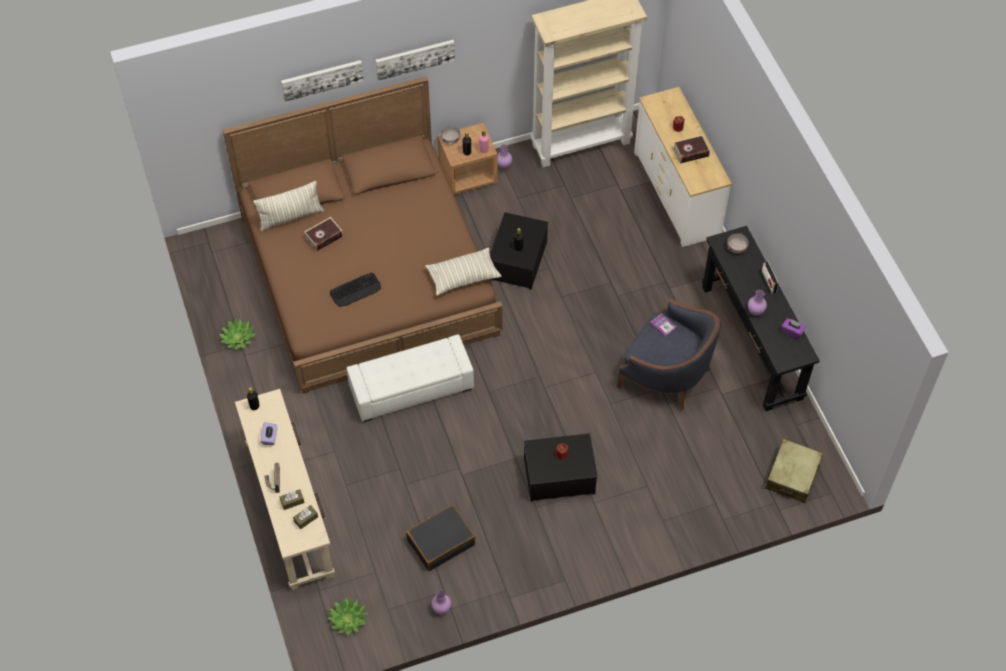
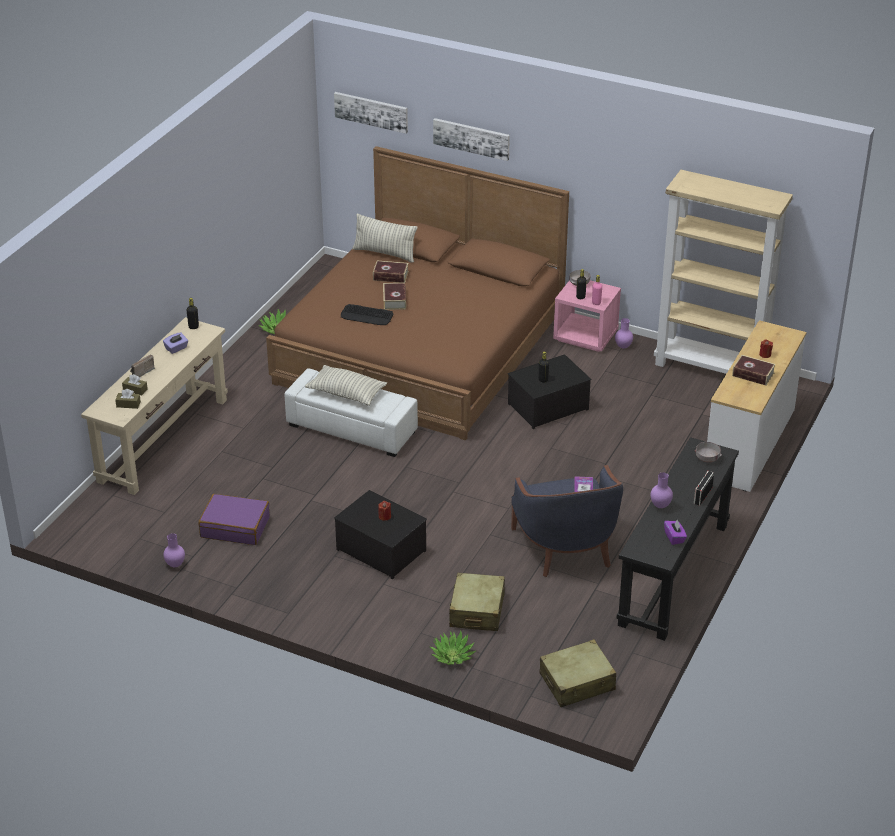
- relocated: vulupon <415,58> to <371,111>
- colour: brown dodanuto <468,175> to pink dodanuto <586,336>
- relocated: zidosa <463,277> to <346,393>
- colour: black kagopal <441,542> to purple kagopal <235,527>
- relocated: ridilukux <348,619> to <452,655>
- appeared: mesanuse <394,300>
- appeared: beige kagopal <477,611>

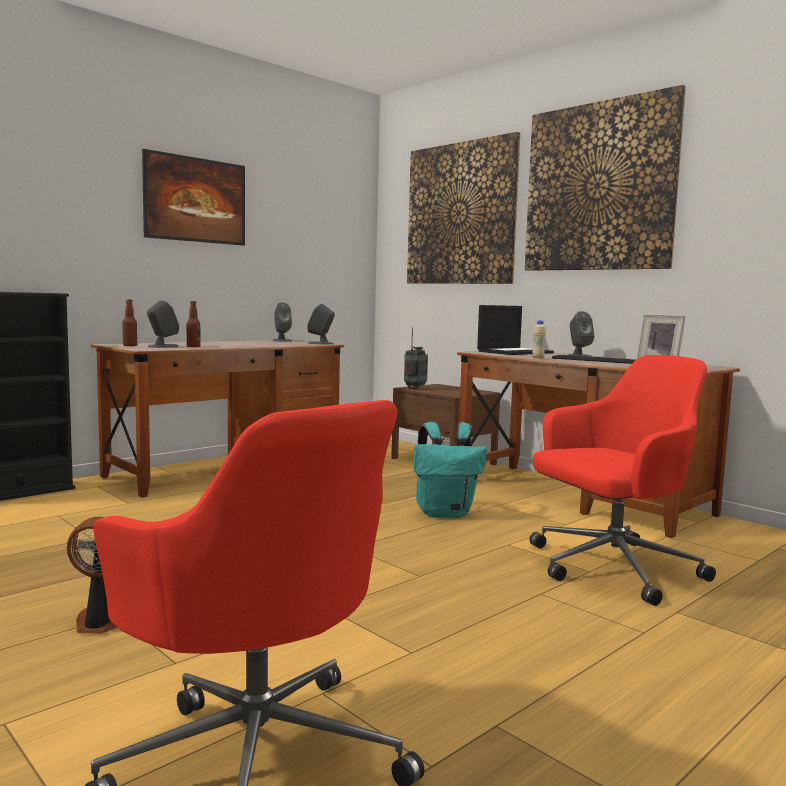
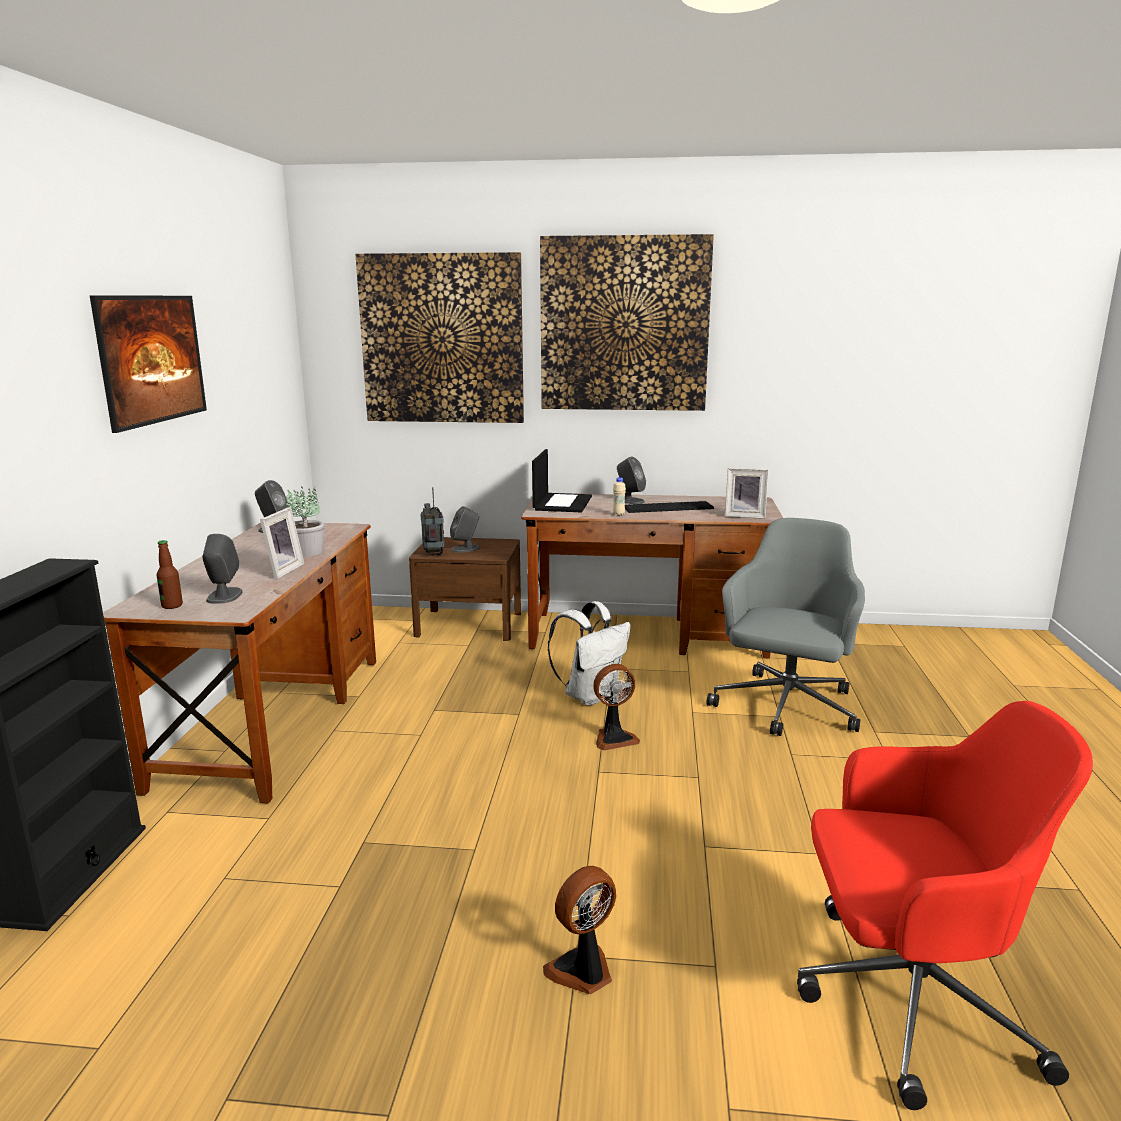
- missing: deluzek <193,346>
- relocated: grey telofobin <320,343> to <465,549>
- colour: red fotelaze <610,568> to grey fotelaze <785,707>
- colour: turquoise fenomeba <445,513> to white fenomeba <590,695>
- appeared: ridilukux <308,551>
- appeared: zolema <281,571>
- appeared: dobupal <614,738>

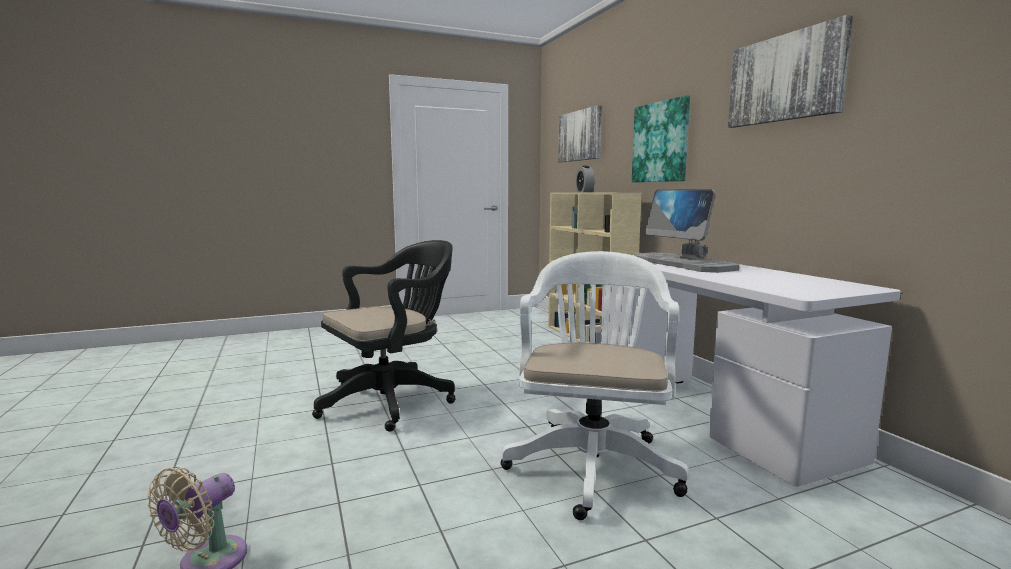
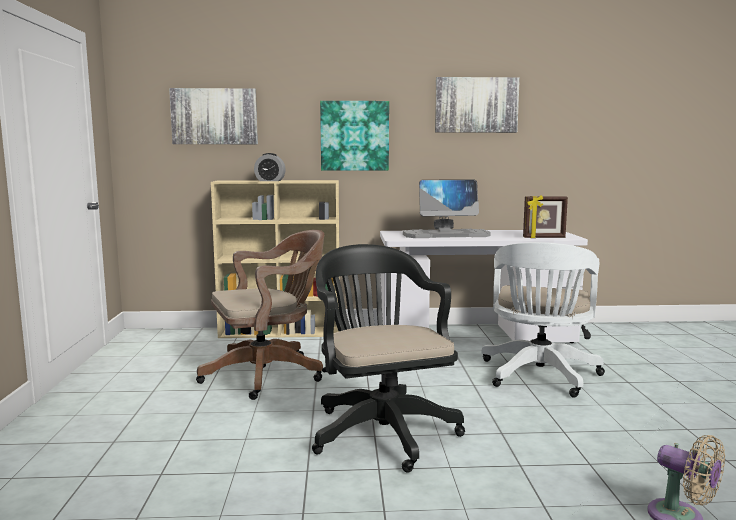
- spun: white fotelaze <593,462> = <539,376> 105 degrees counterclockwise
- appeared: zolema <544,237>
- appeared: brown fotelaze <269,374>

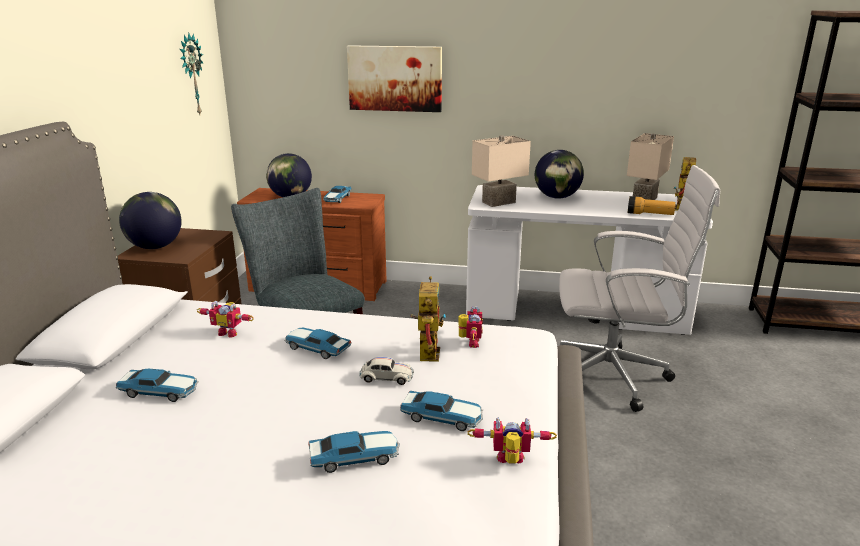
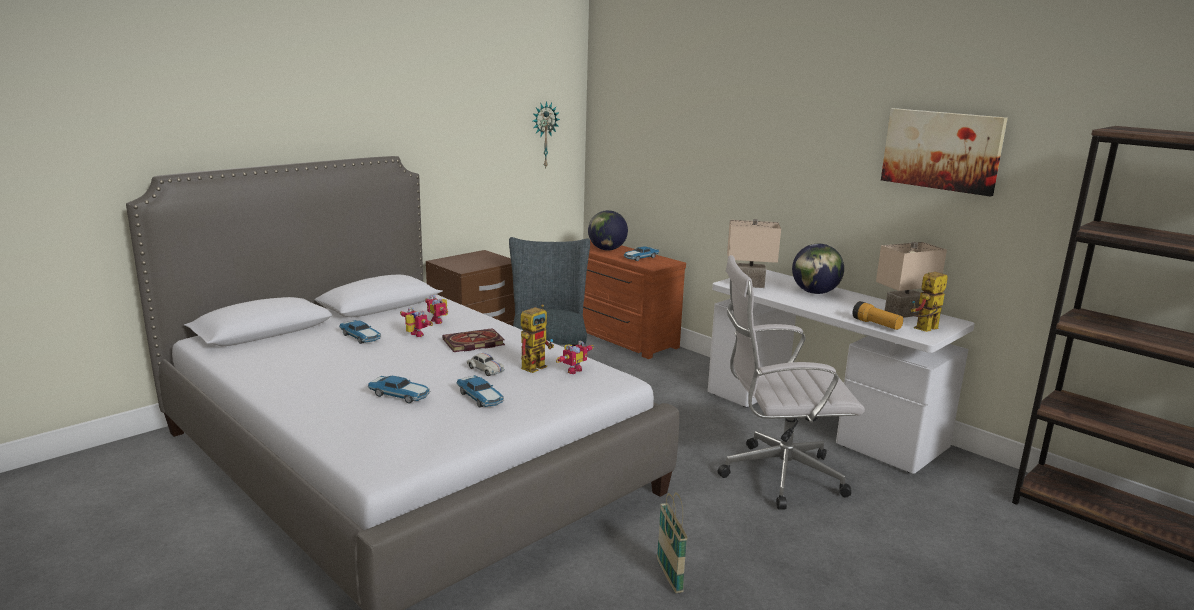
- relocated: vulupon <395,78> to <941,150>
- spun: white fotelaze <615,377> = <776,476> 135 degrees clockwise
- missing: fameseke <155,247>
- exchanged: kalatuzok <316,348> to mesanuse <472,343>
- relocated: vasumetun <510,462> to <414,335>
- appeared: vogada <669,576>

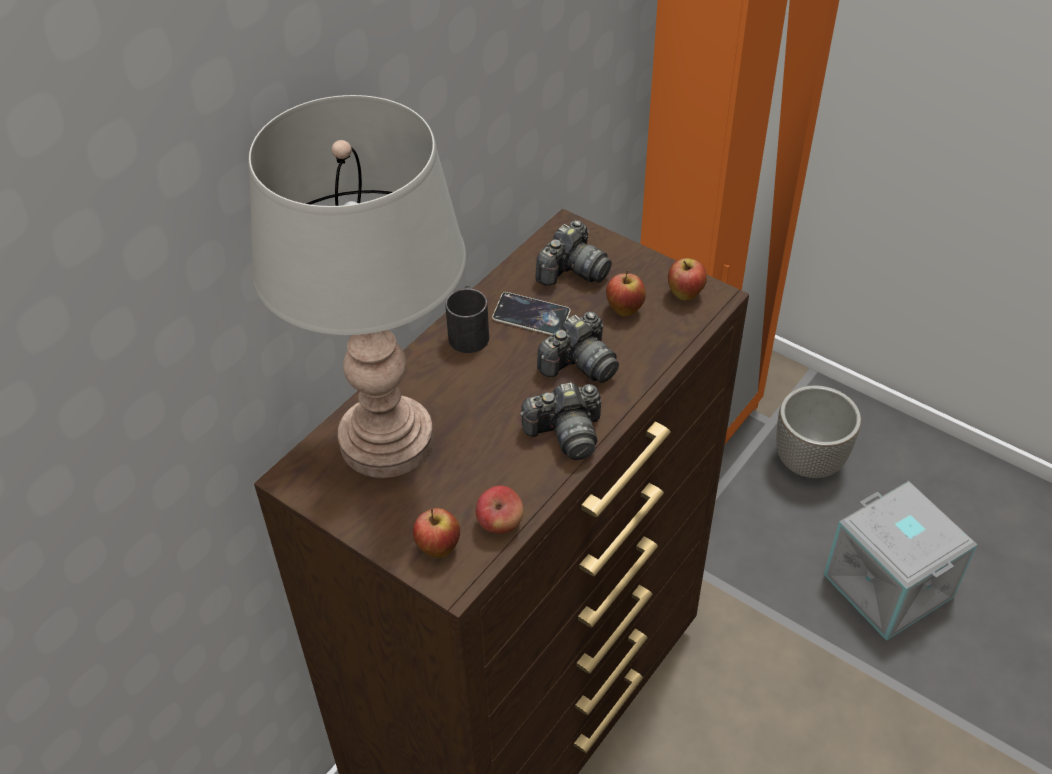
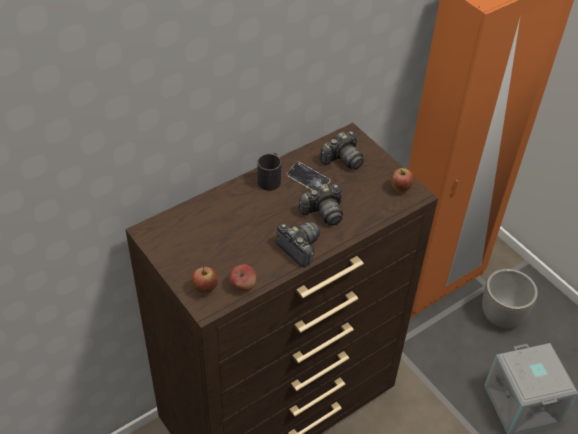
- missing: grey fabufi <387,441>
- missing: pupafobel <624,310>
- spun: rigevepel <566,434> = <299,248> 135 degrees counterclockwise

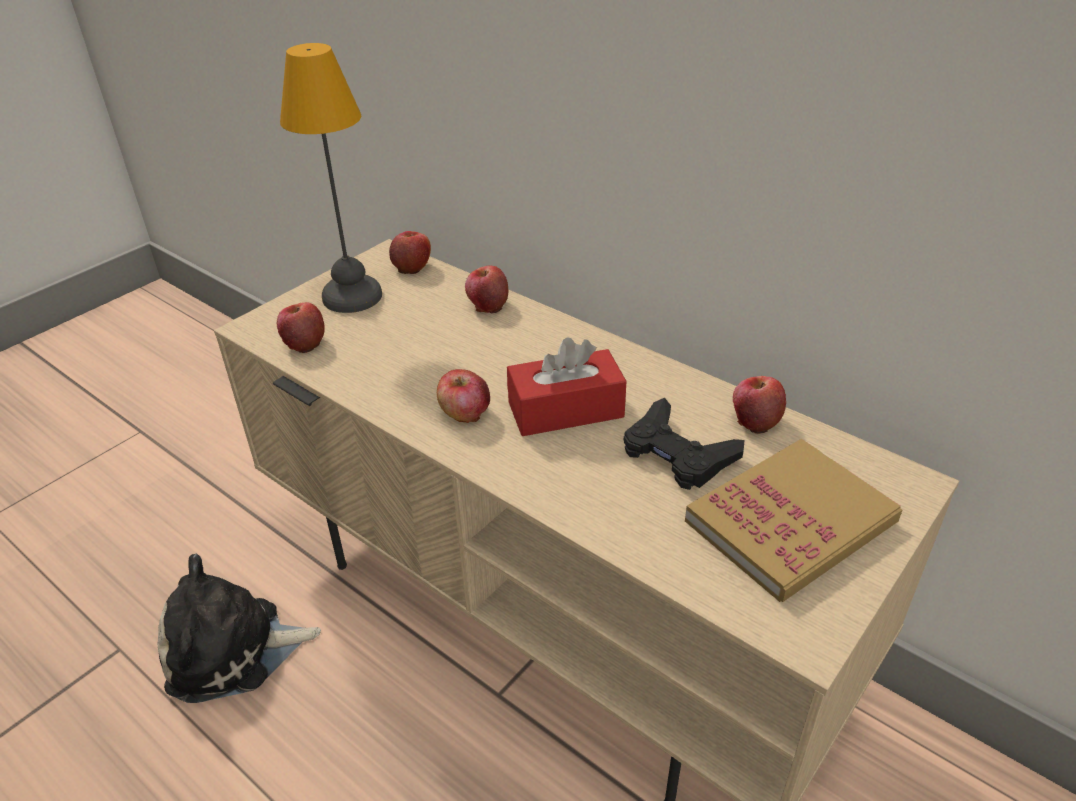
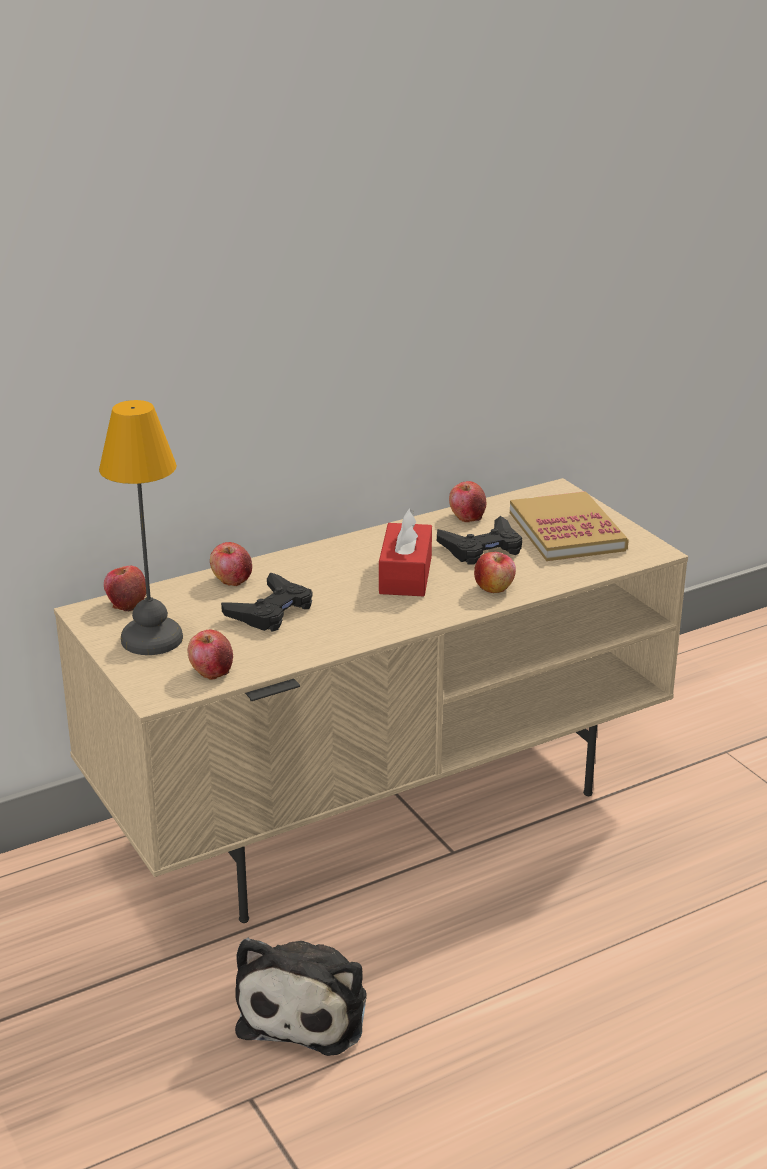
- relocated: pupafobel <464,413> to <494,587>
- appeared: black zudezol <271,611>

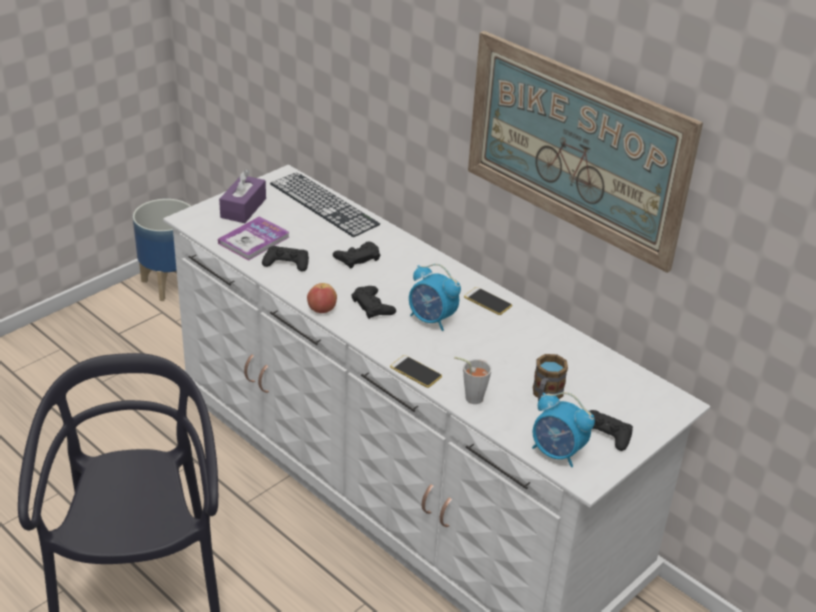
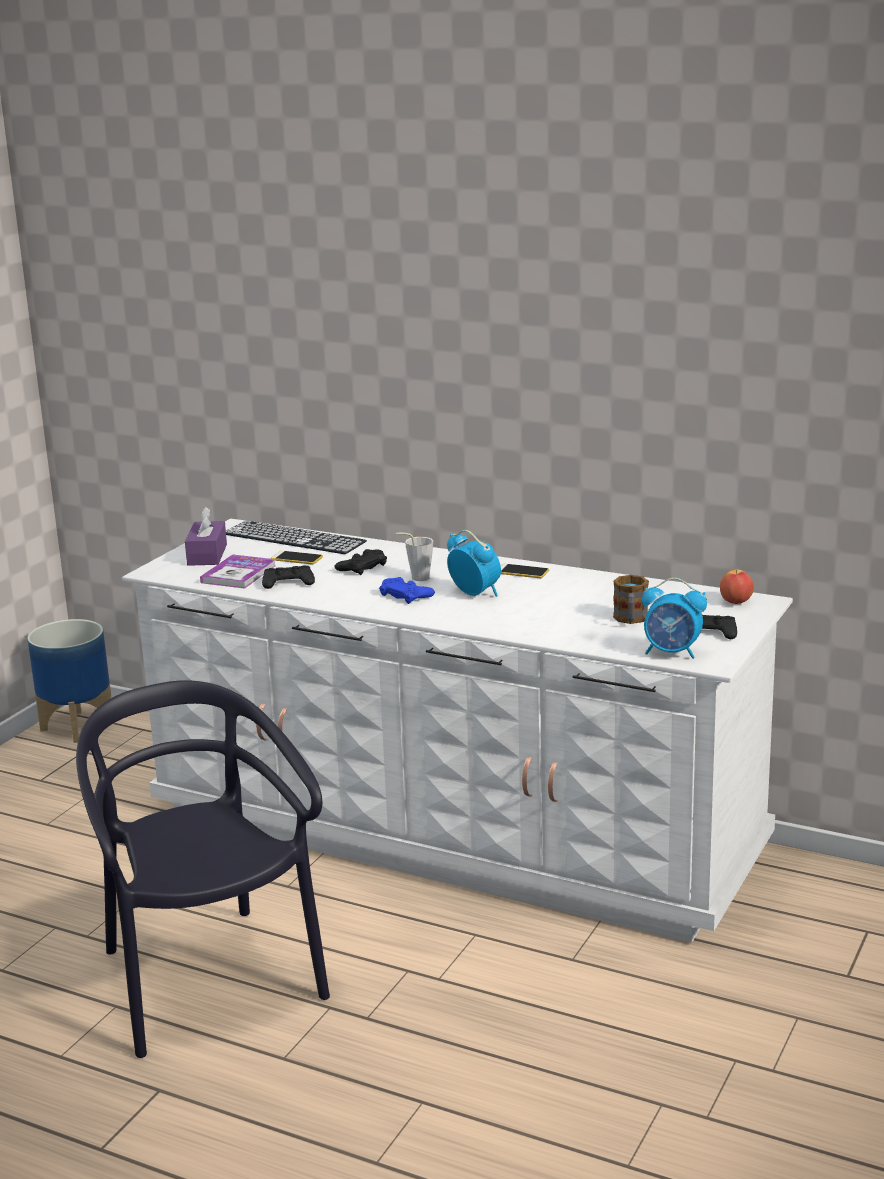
- missing: vulupon <575,148>
- spun: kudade <431,320> = <475,593> 150 degrees counterclockwise
- relocated: pupafobel <322,310> to <735,602>
- colour: black zudezol <373,306> to blue zudezol <406,595>
- relocated: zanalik <415,372> to <296,558>
- relocated: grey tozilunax <470,397> to <416,578>

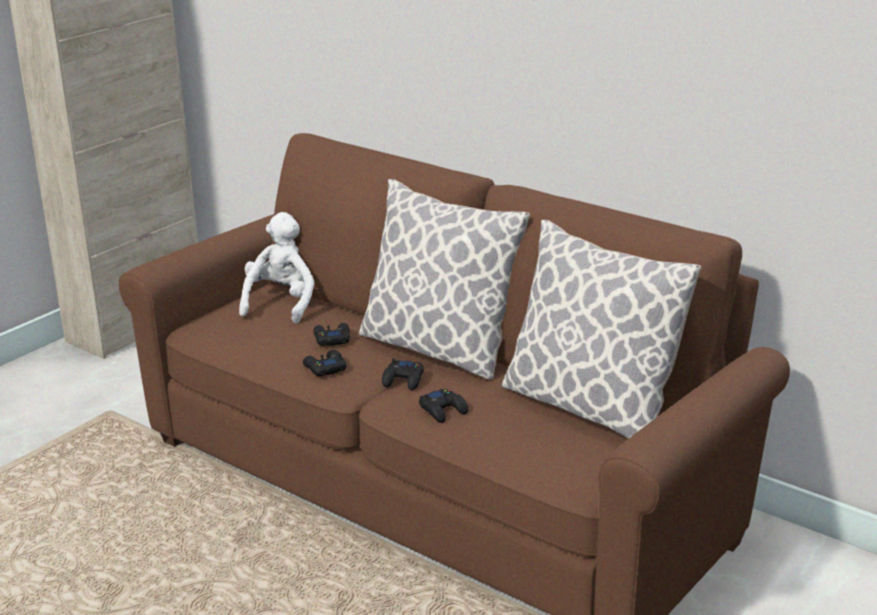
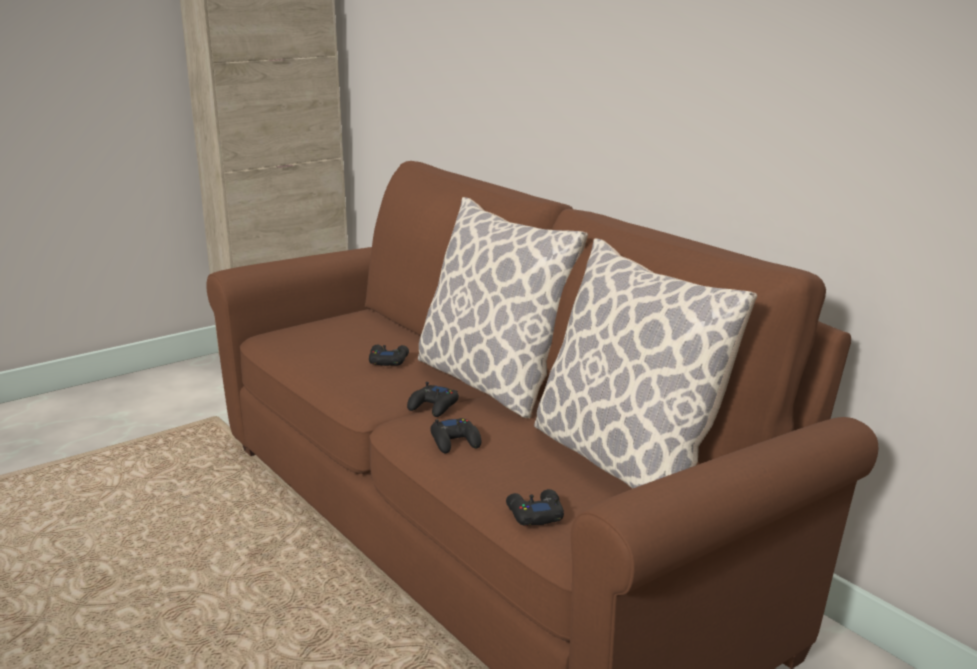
- missing: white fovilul <281,303>
- relocated: black zudezol <324,368> to <534,514>

